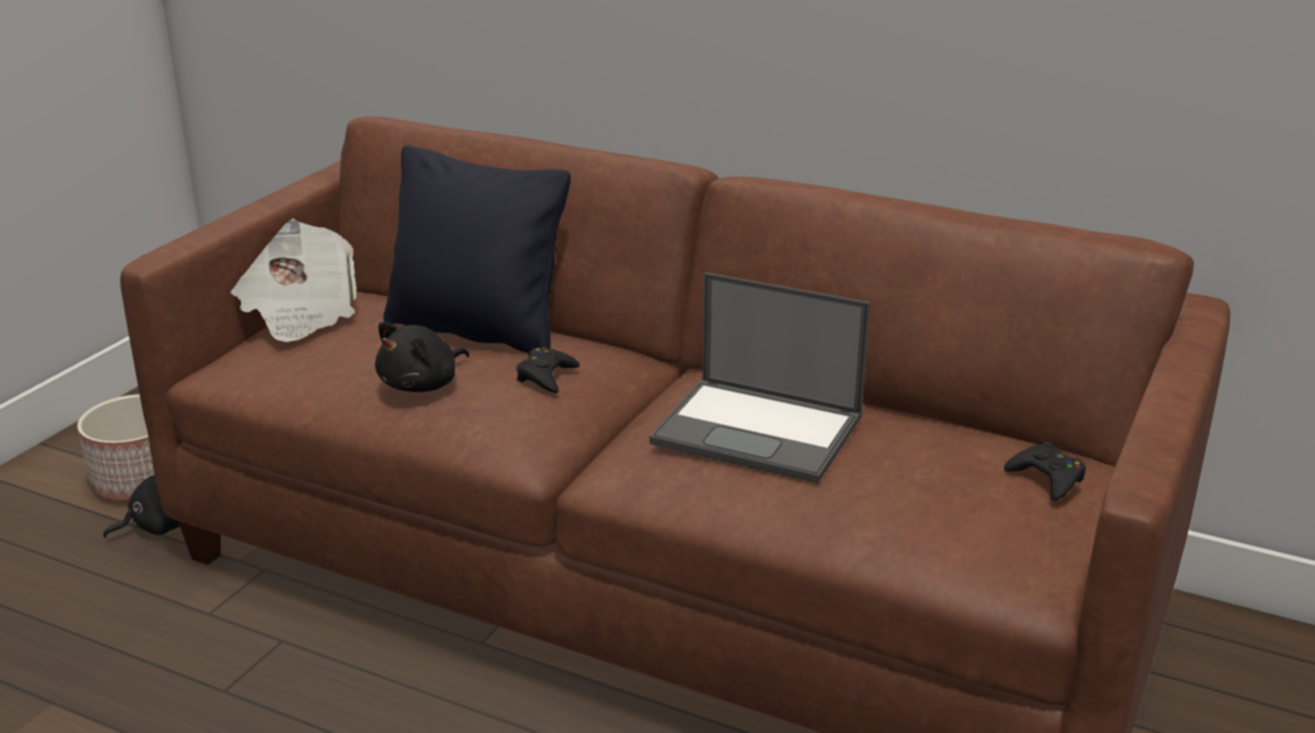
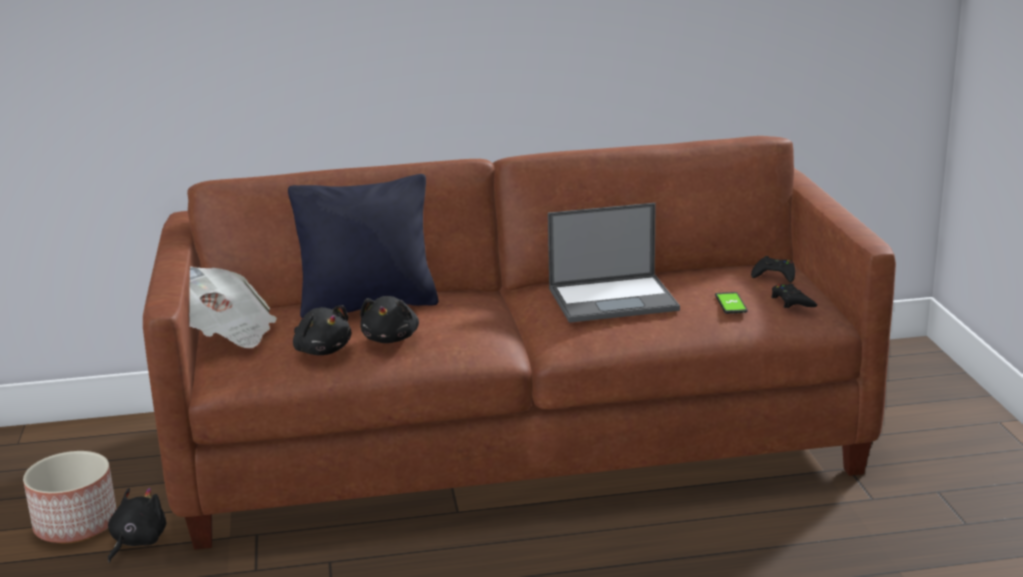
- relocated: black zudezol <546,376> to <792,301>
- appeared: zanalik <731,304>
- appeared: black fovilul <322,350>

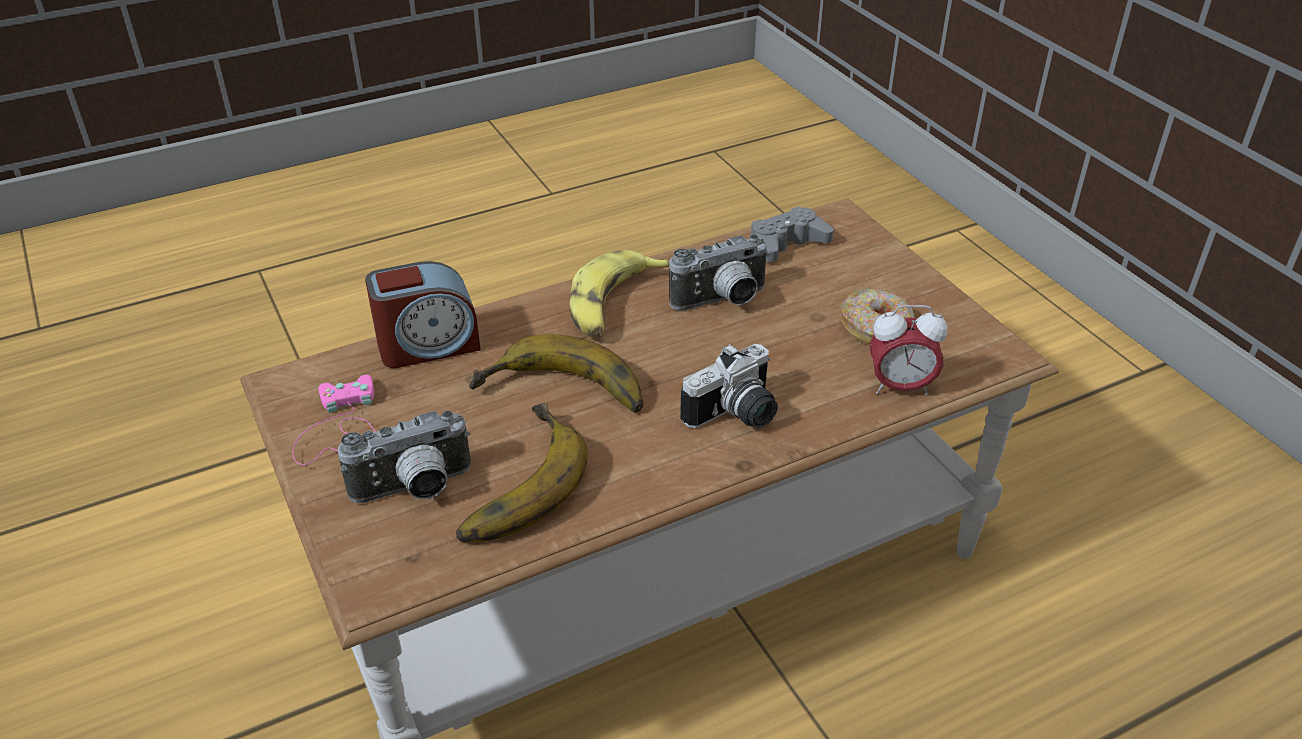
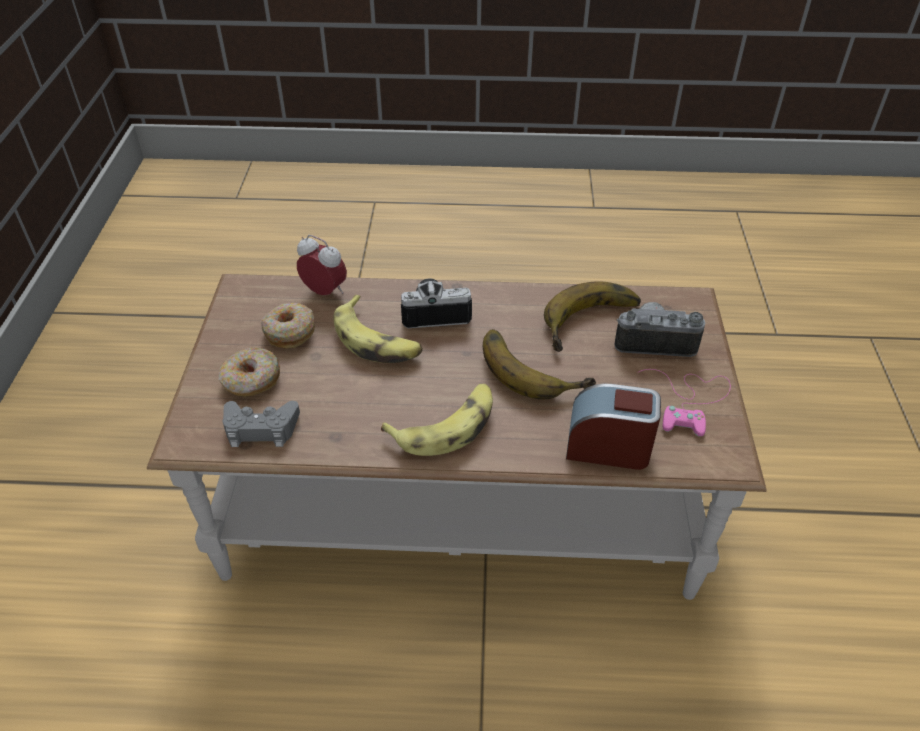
- missing: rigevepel <723,302>
- appeared: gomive <377,340>
- appeared: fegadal <251,380>

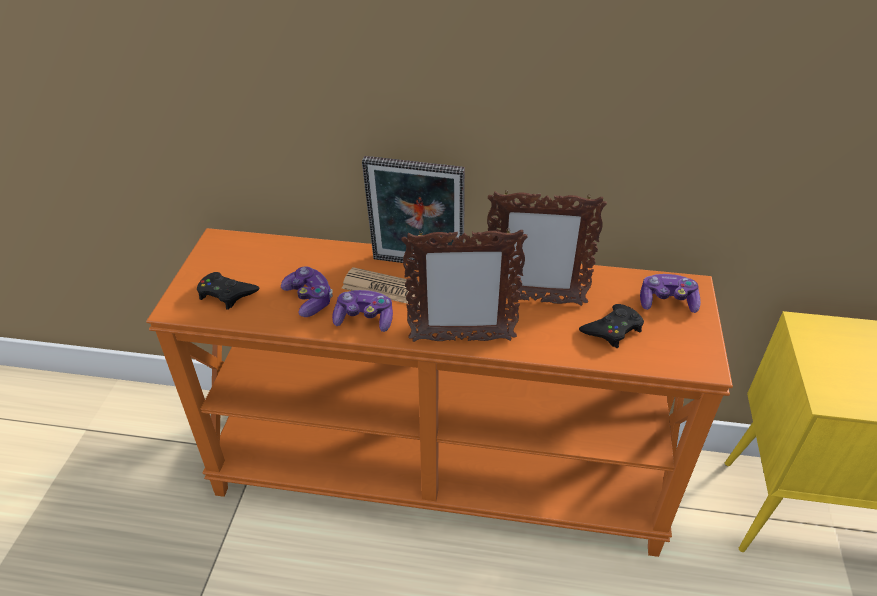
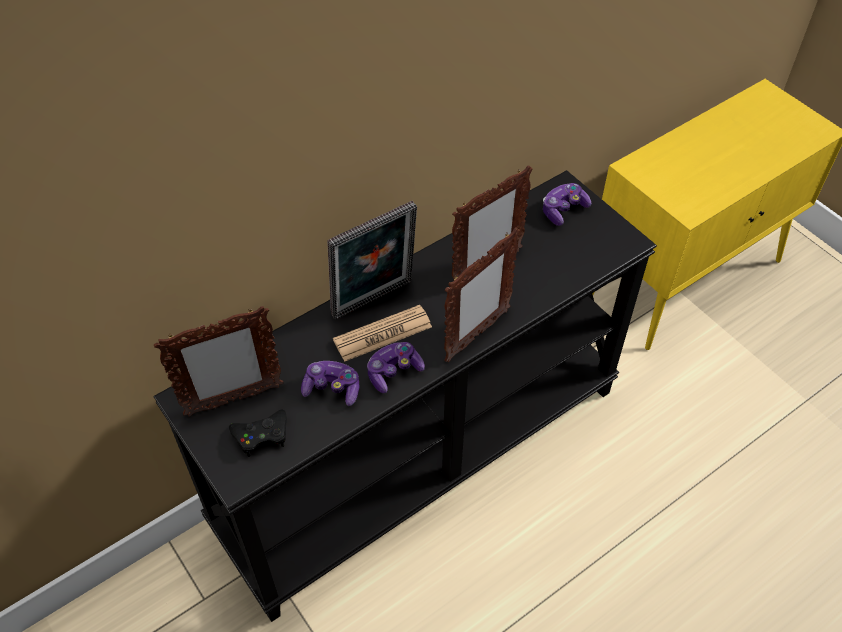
- colour: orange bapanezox <440,472> to black bapanezox <420,455>
- missing: black zudezol <612,329>
- appeared: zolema <233,400>

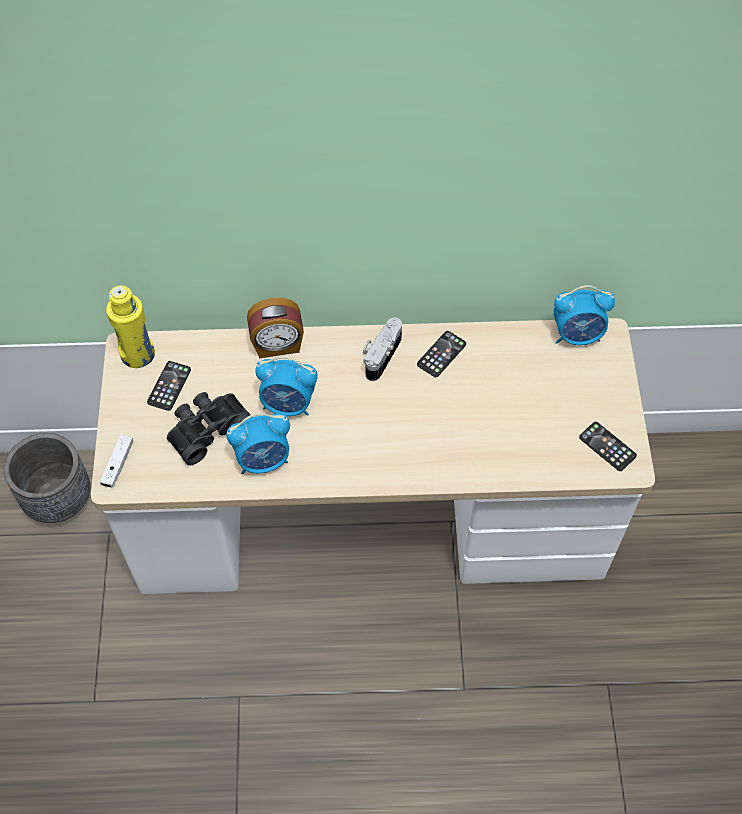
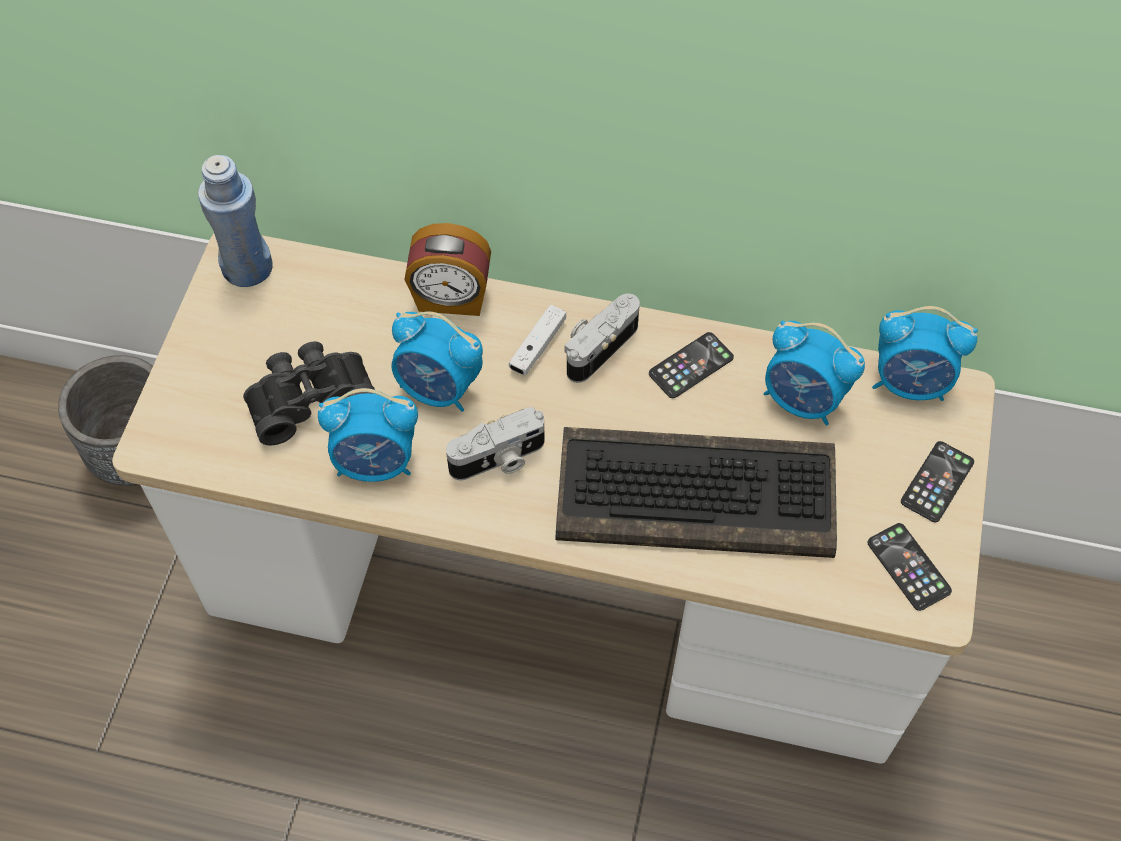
- colour: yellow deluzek <138,354> to blue deluzek <248,268>
- relocated: zanalik <169,386> to <937,482>
- relocated: white zudezol <118,464> to <538,346>
- appeared: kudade <803,400>
- appeared: rigevepel <499,459>
- appeared: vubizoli <698,493>

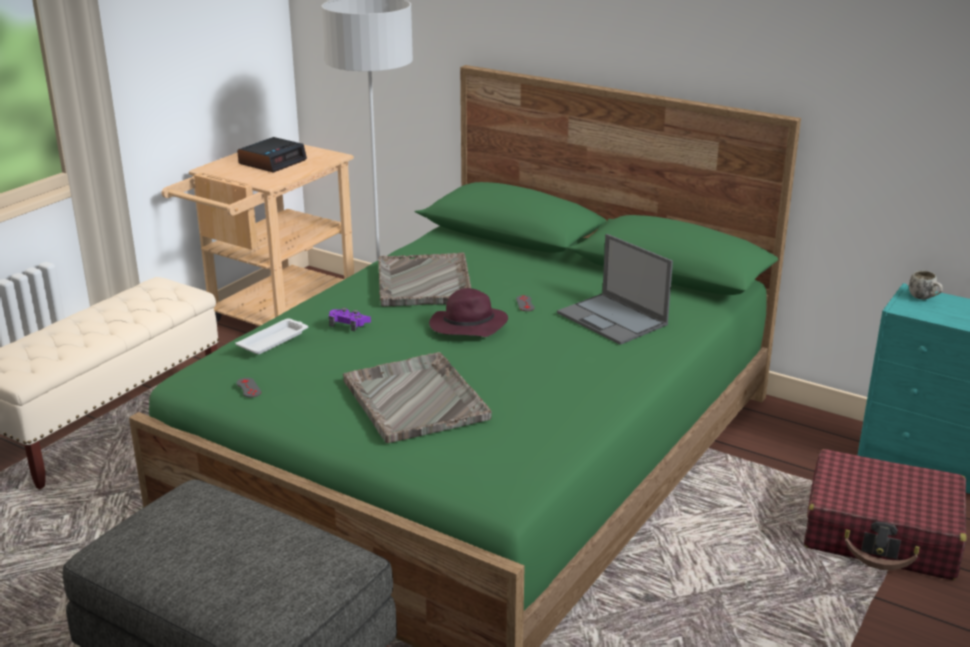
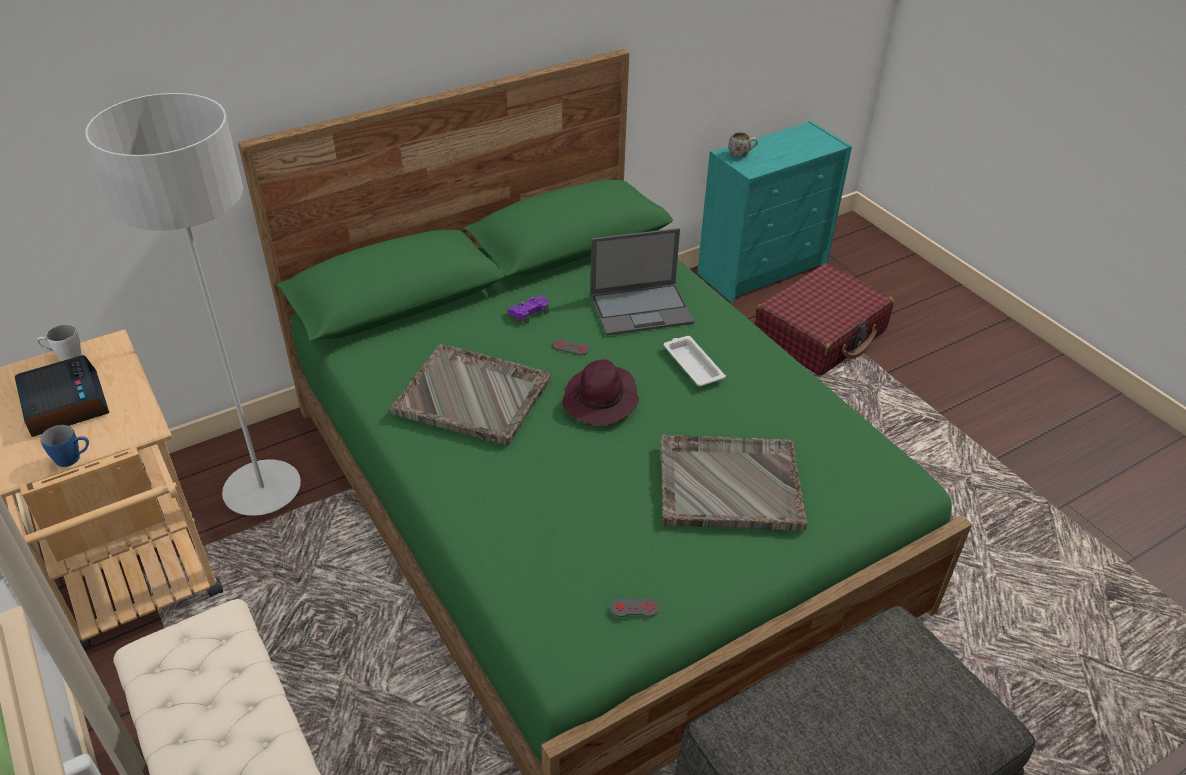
- relocated: purple zudezol <349,324> to <529,312>
- relocated: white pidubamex <274,340> to <692,364>
- appeared: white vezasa <64,356>
- appeared: blue vezasa <74,458>

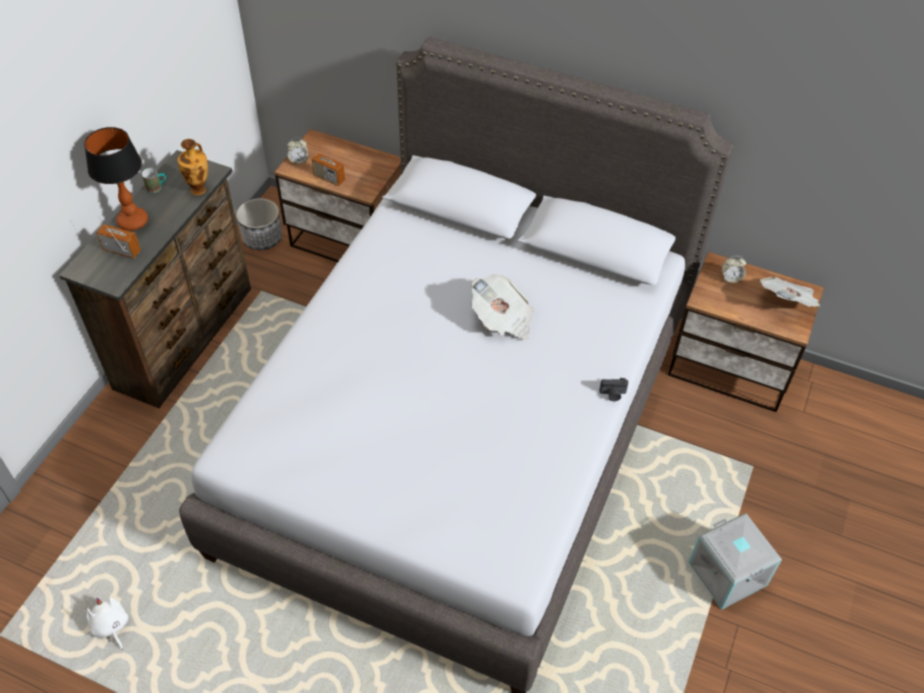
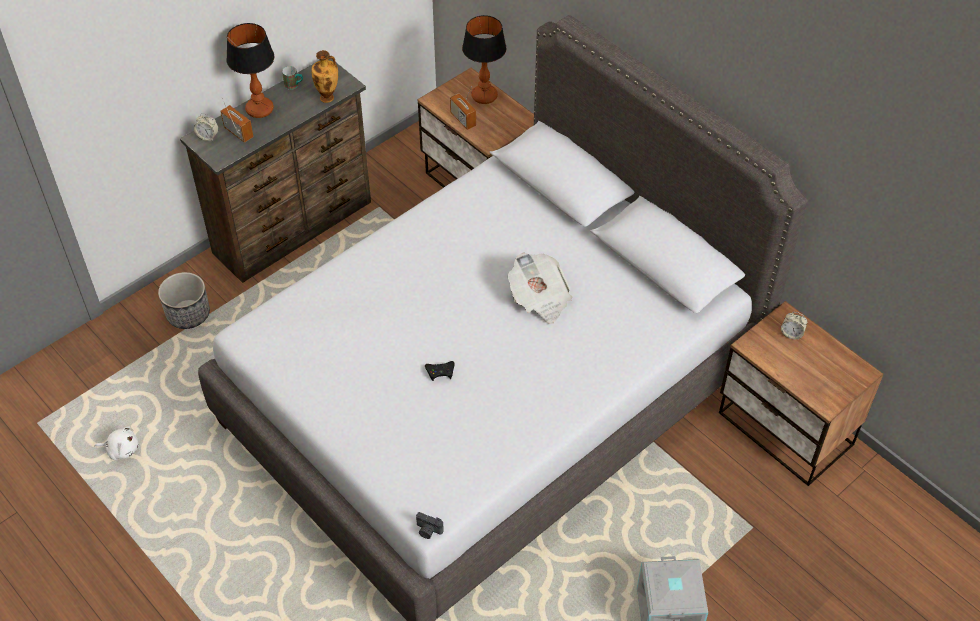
- relocated: kudade <299,160> to <208,137>
- relocated: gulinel <262,238> to <188,314>
- missing: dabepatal <787,302>
- relocated: rigevepel <613,394> to <428,531>
- spun: white fovilul <111,627> = <121,449> 105 degrees clockwise
- appeared: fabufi <484,97>
- appeared: black zudezol <440,372>

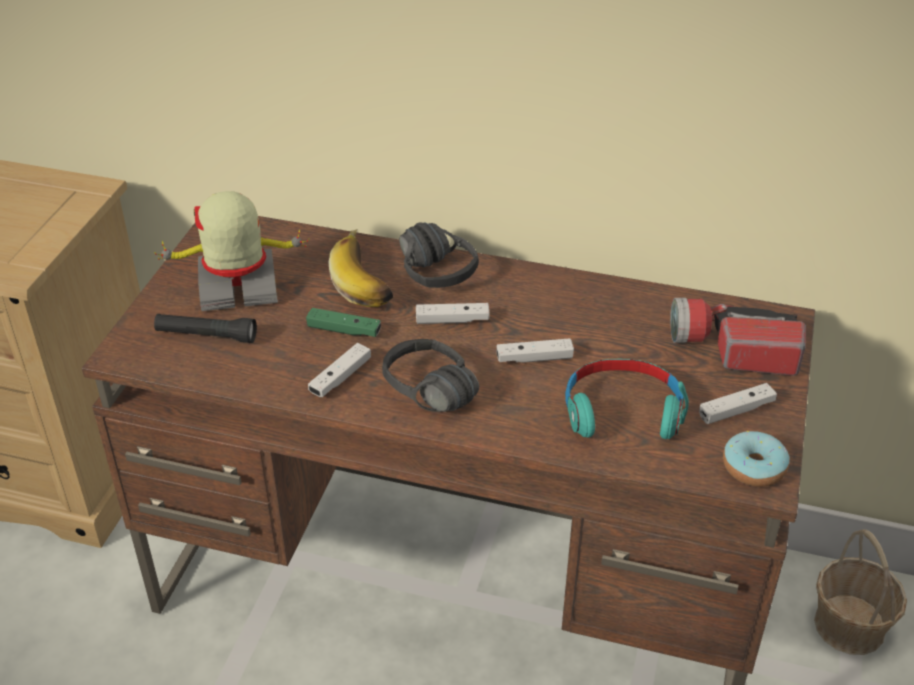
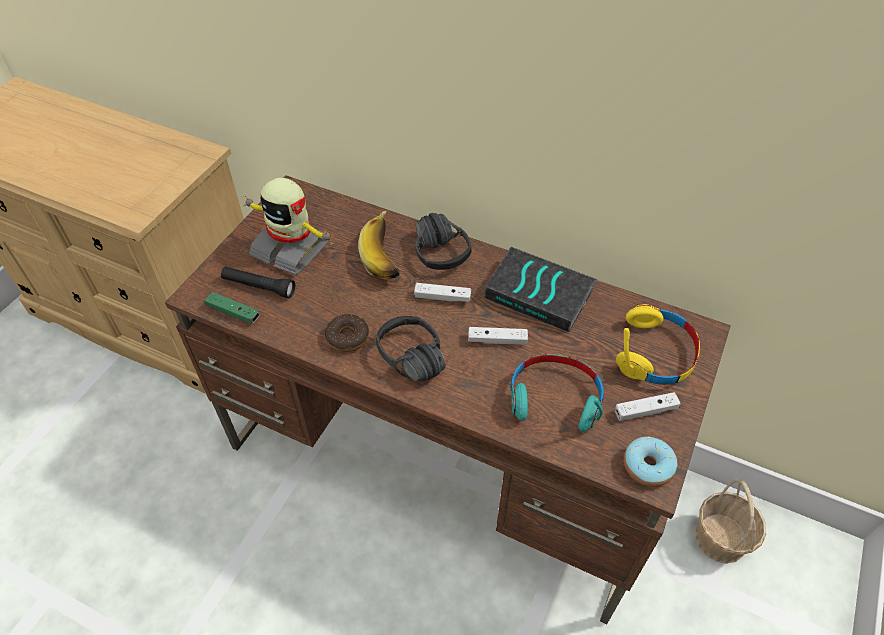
- spun: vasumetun <238,287> = <292,248> 150 degrees counterclockwise
- exchanged: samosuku <732,349> to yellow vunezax <655,353>
- relocated: green zudezol <344,330> to <233,312>
- exchanged: white zudezol <340,378> to fegadal <347,337>
- appeared: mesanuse <540,293>

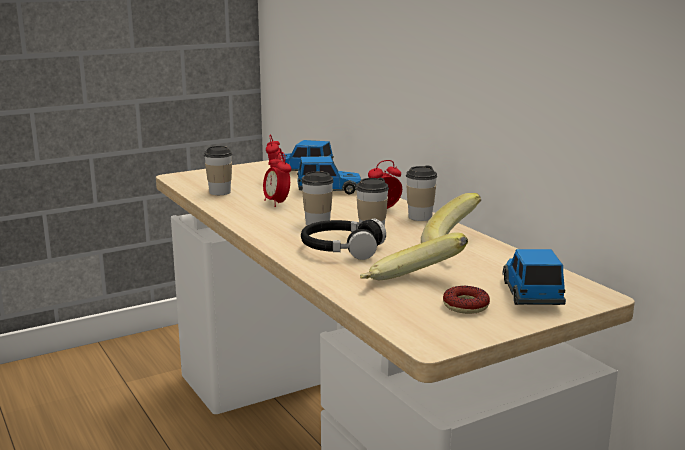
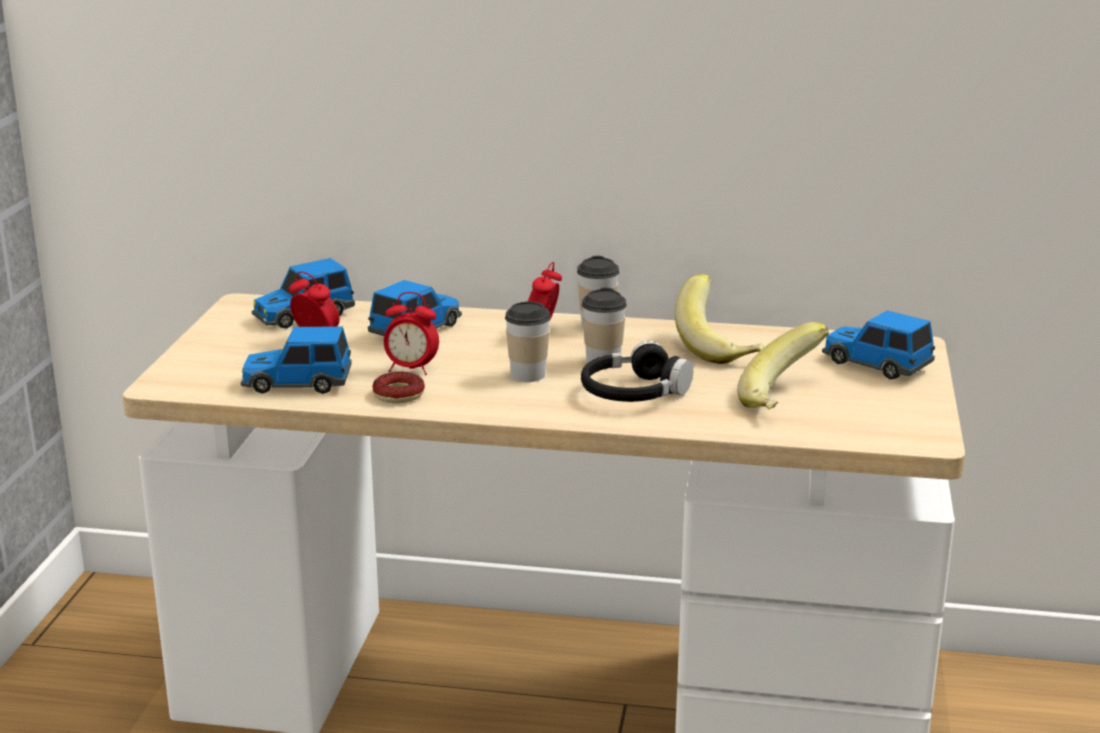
- exchanged: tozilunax <220,192> to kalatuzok <297,383>
- relocated: fegadal <465,306> to <398,394>

